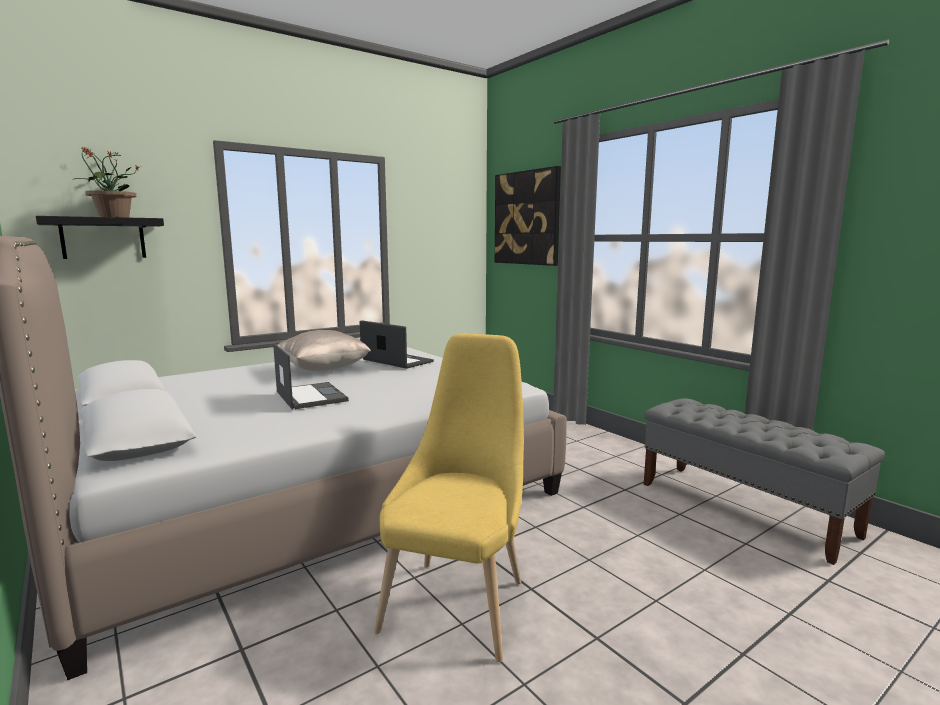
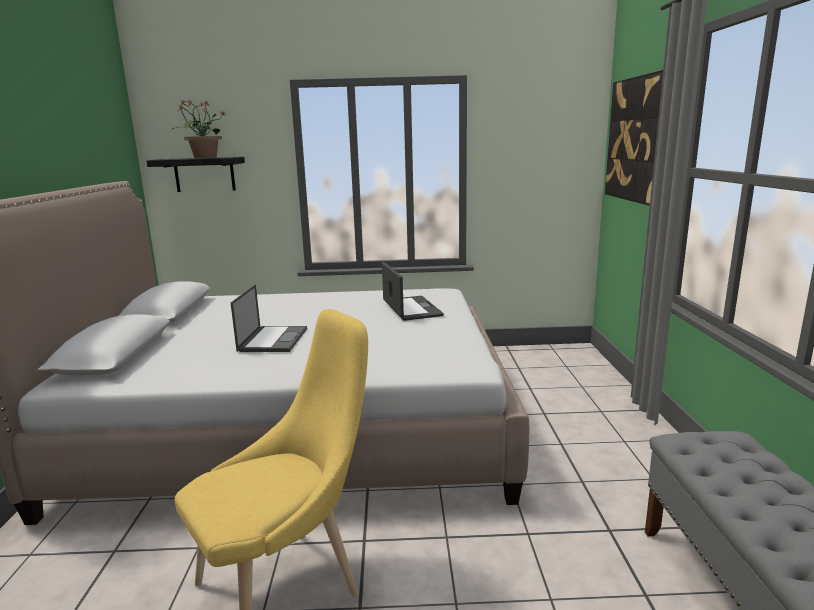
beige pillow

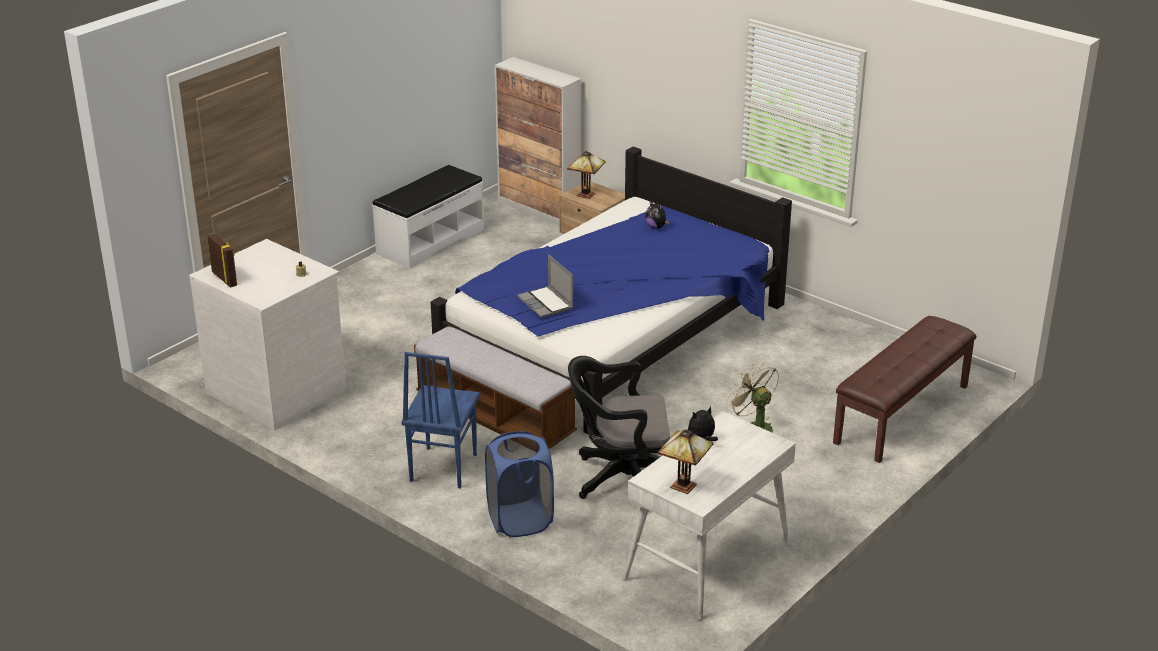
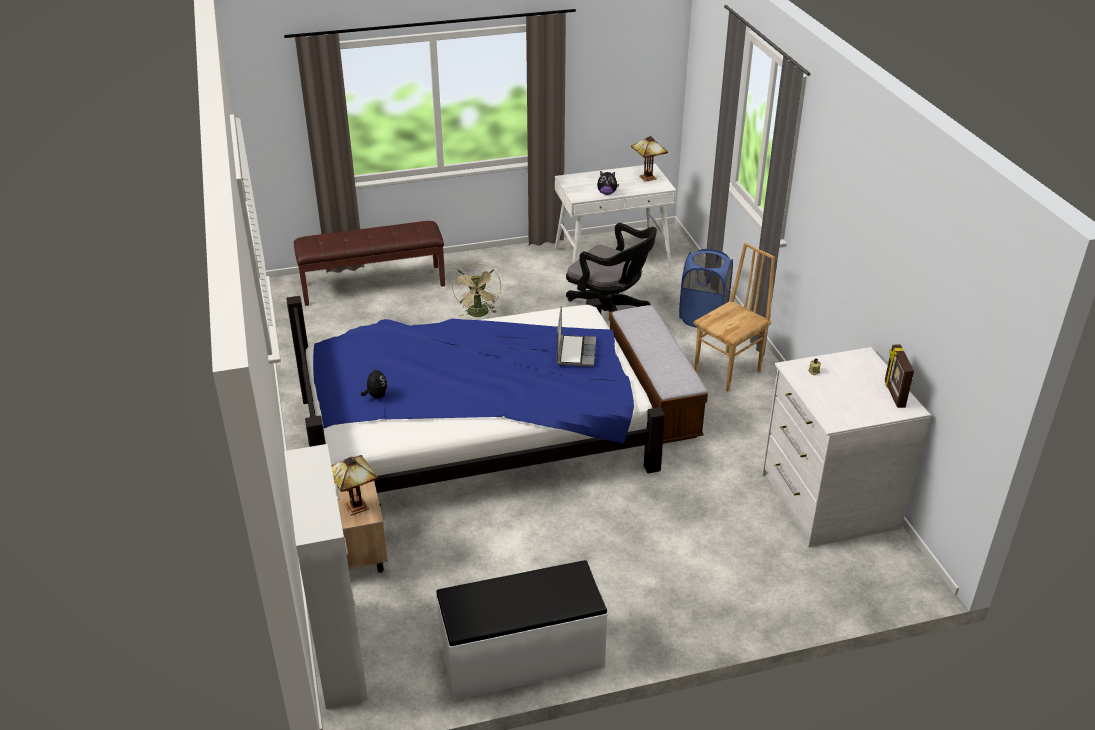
brown chair

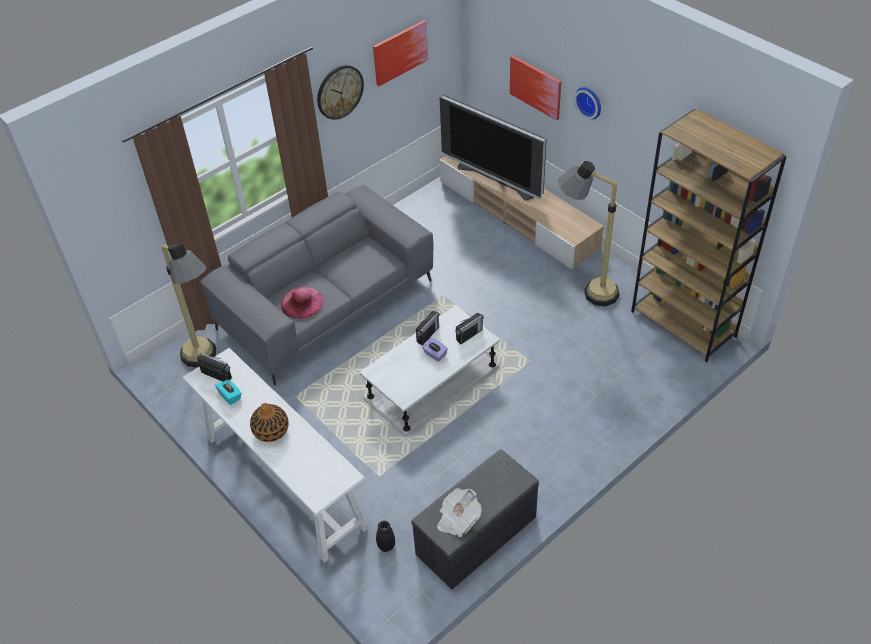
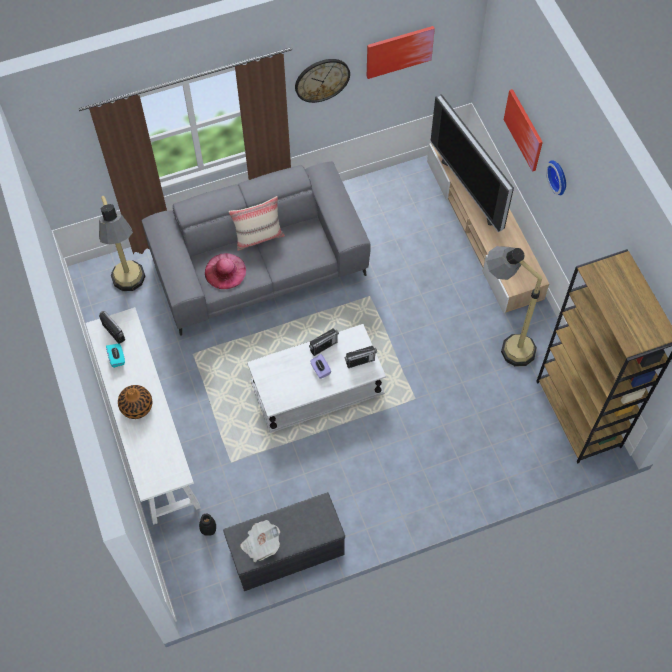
beige pillow

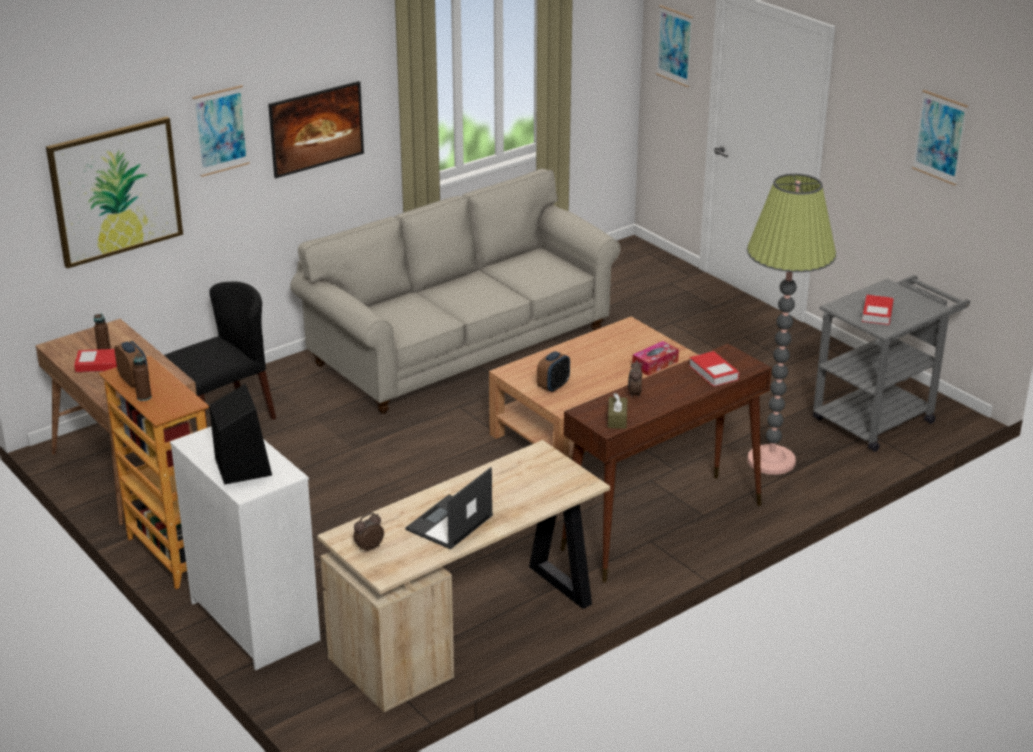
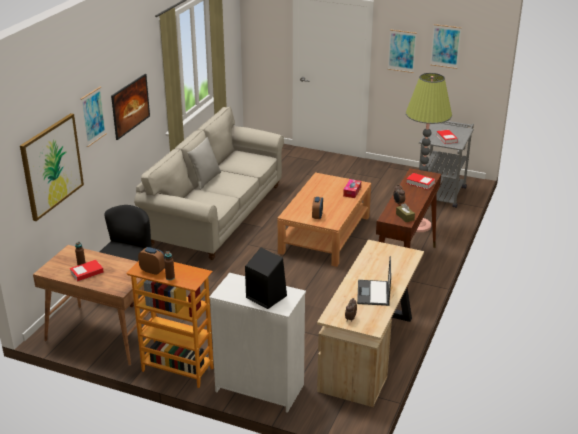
picture (4th from left); grey pillow

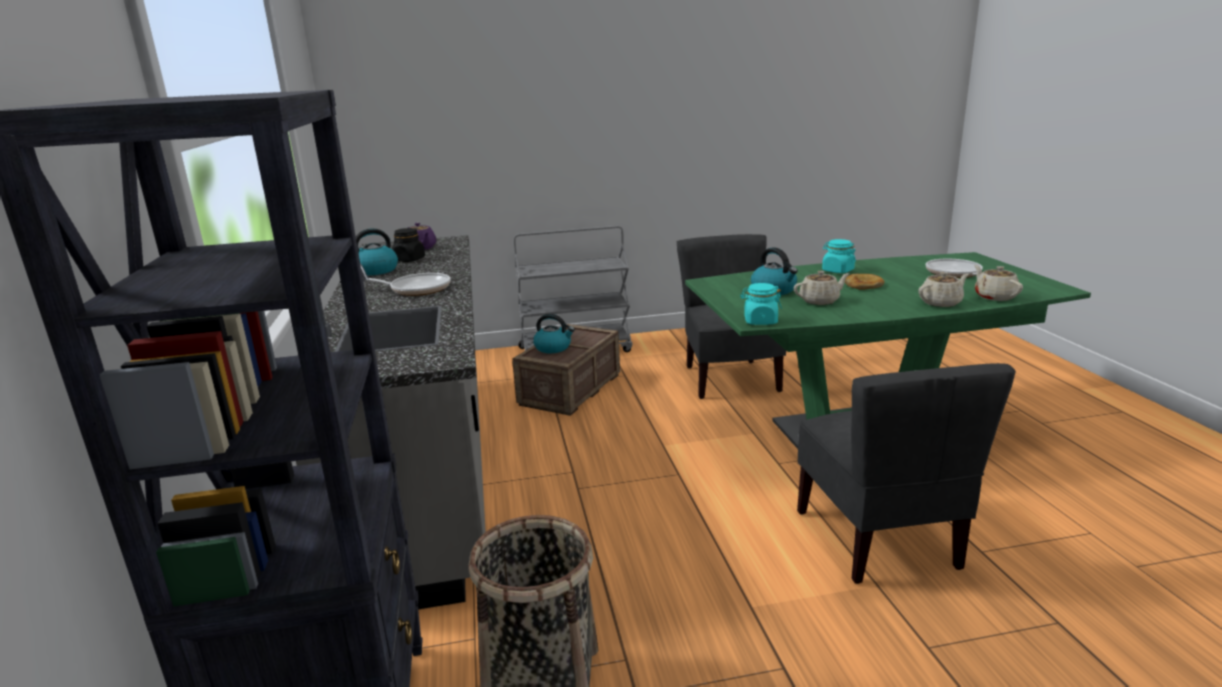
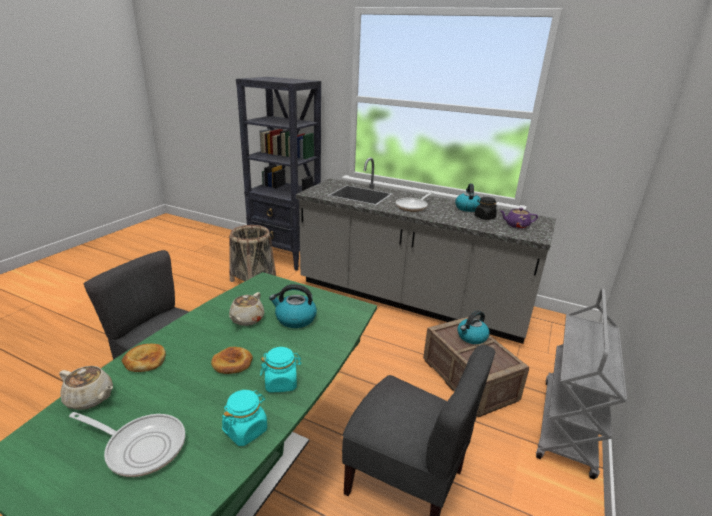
turquoise jar (1st from left); bread (1st from left)

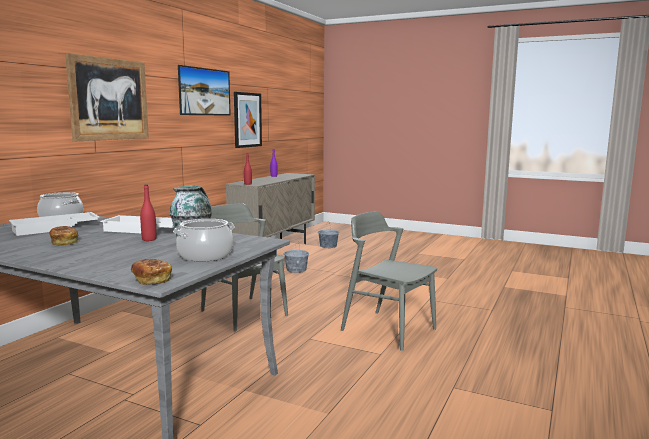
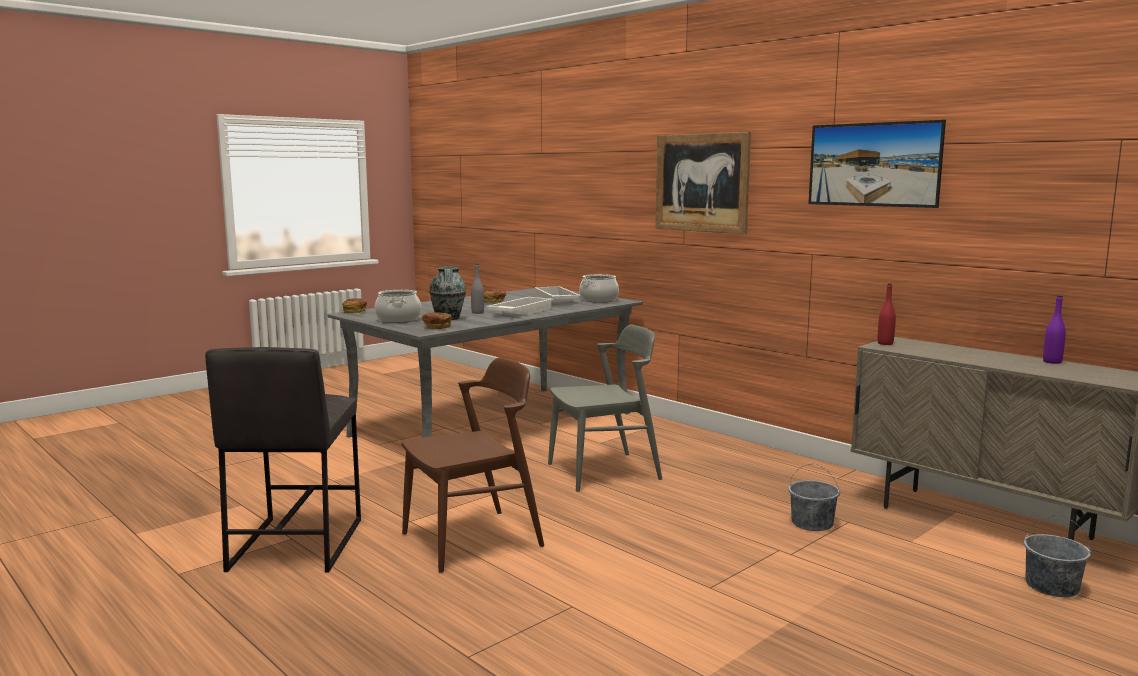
grey bottle; picture (3rd from left in the first image); brown chair; grey stool; bread (2nd from left)

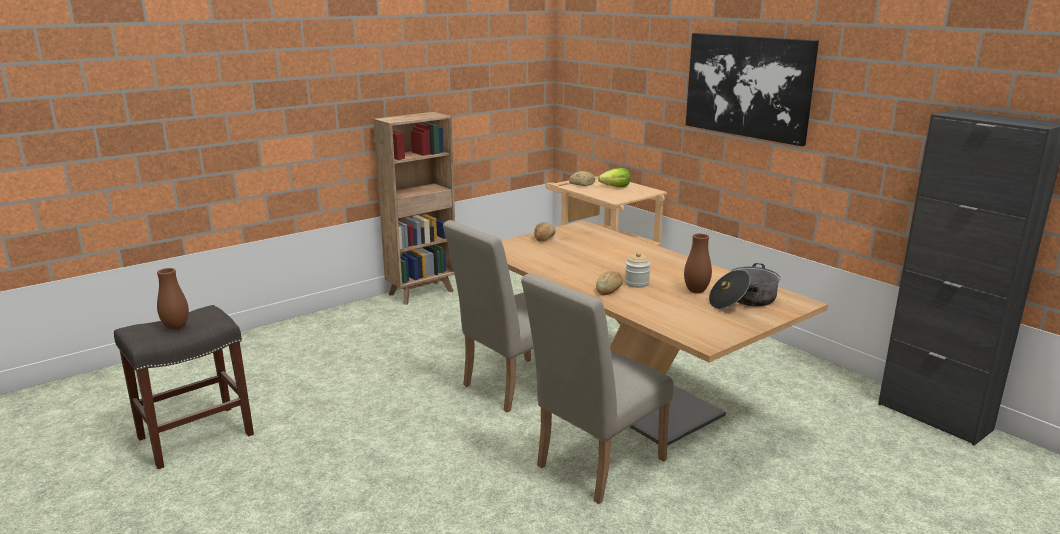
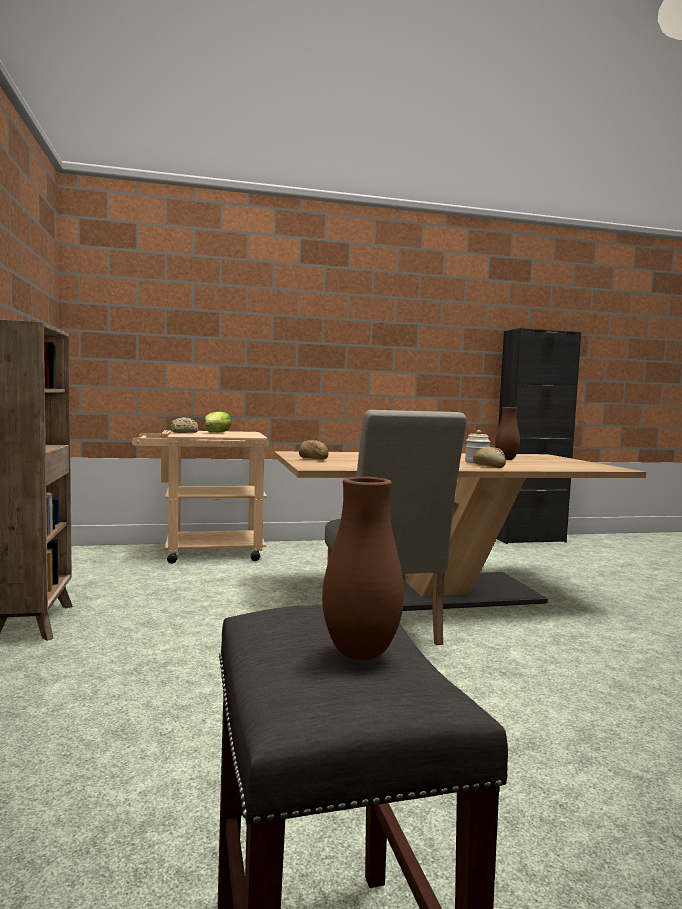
beige chair (2nd from left in the first image); picture; cooking pot

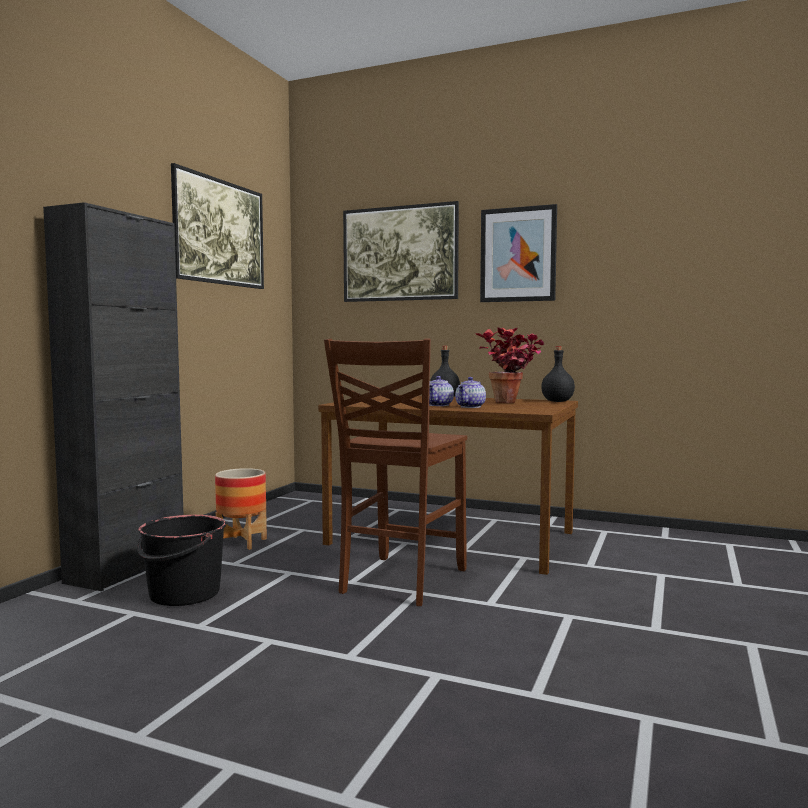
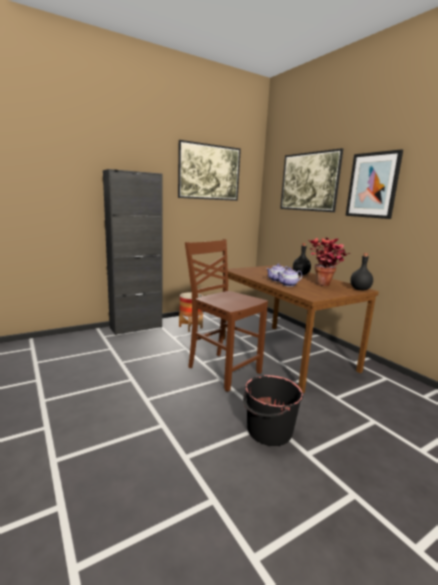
black bucket; brown chair

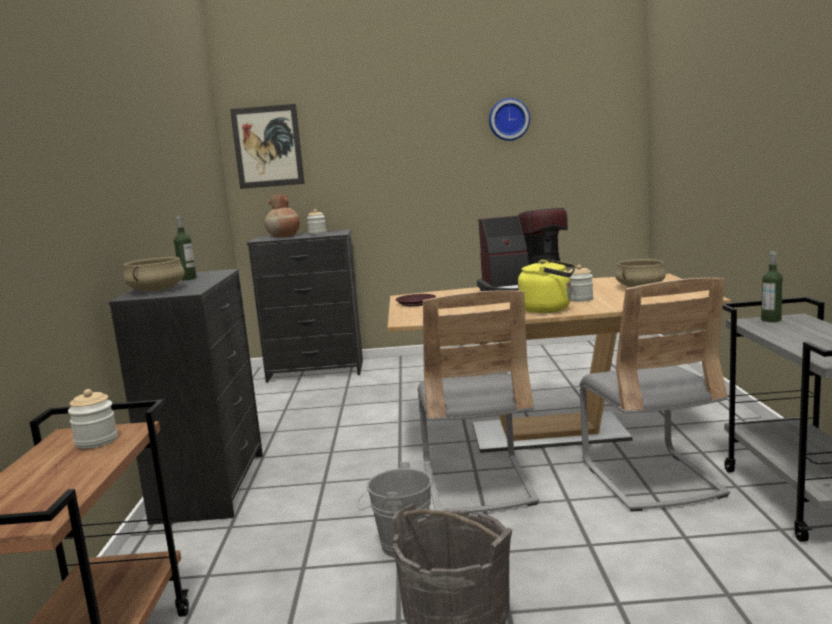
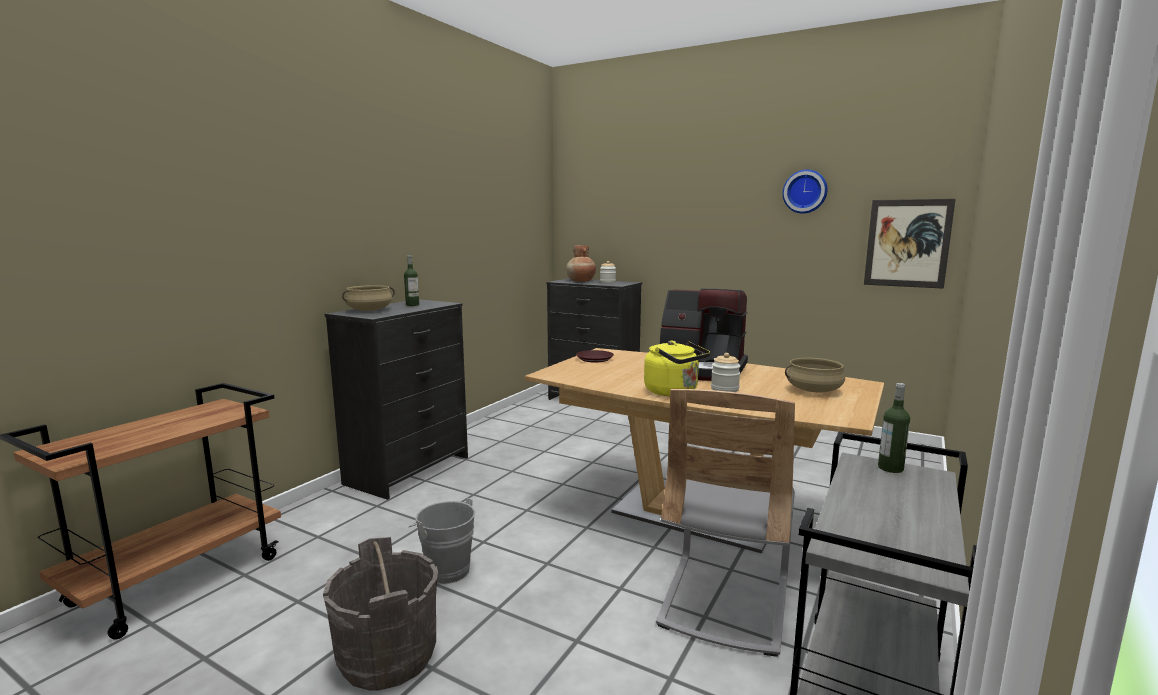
jar (1st from left in the first image); picture; grey chair (1st from left in the first image)

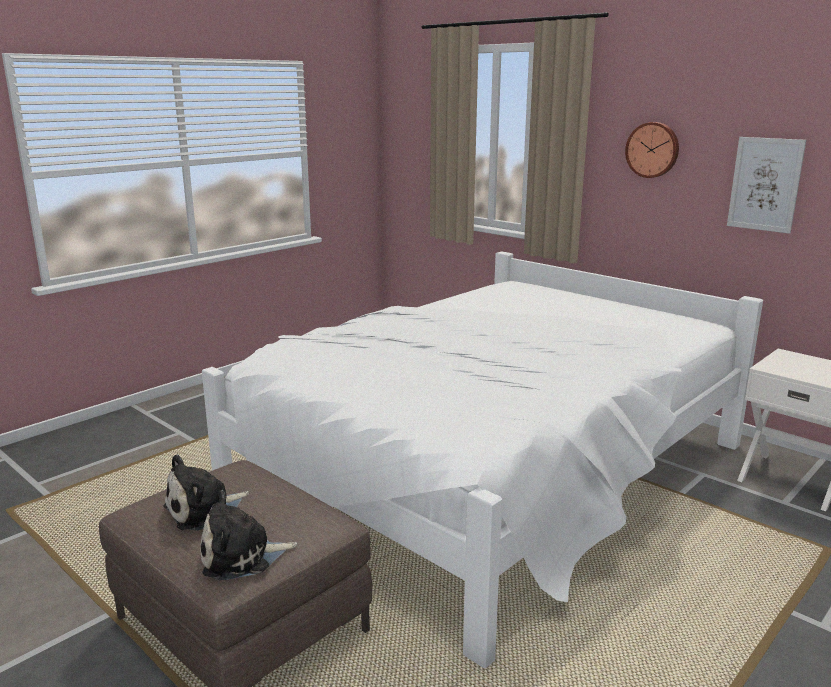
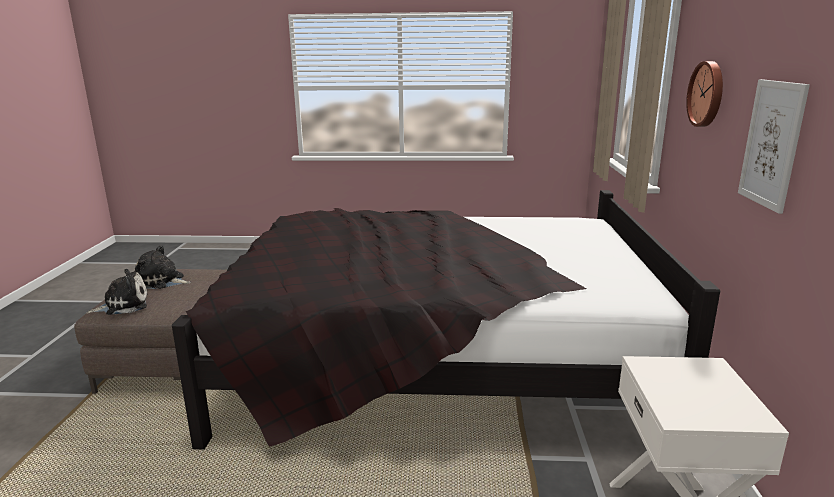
plush toy (1st from left); black bed

